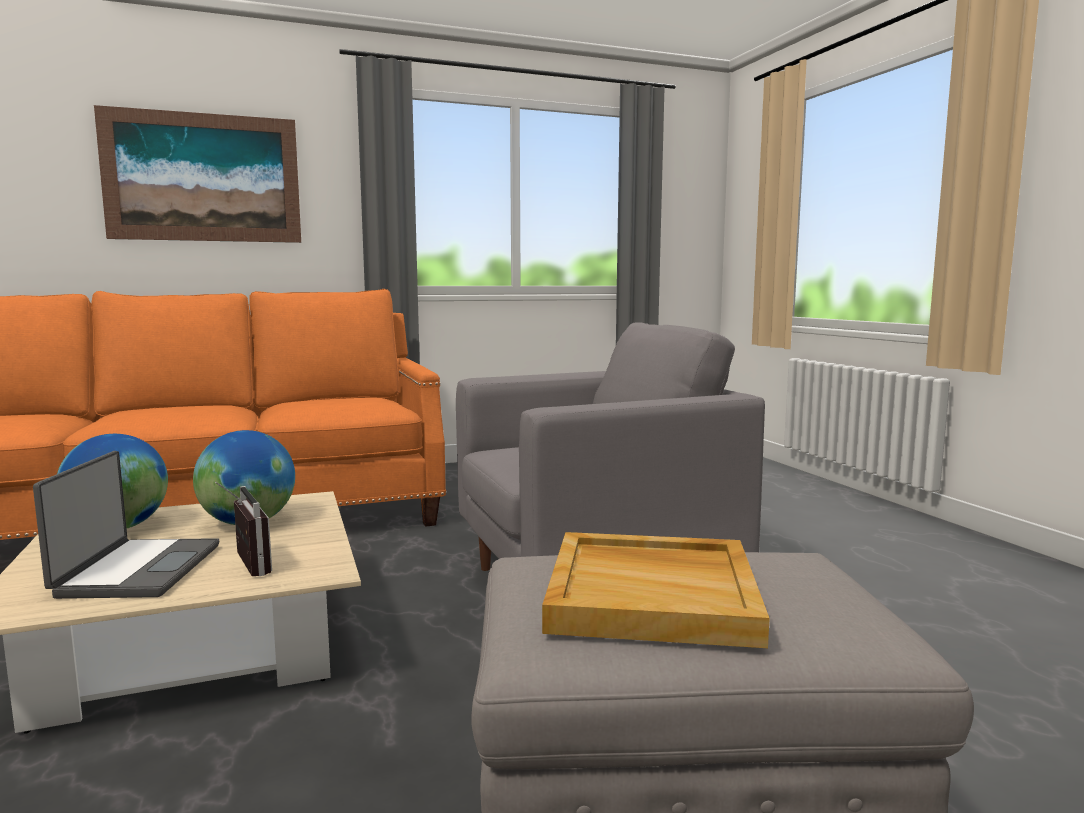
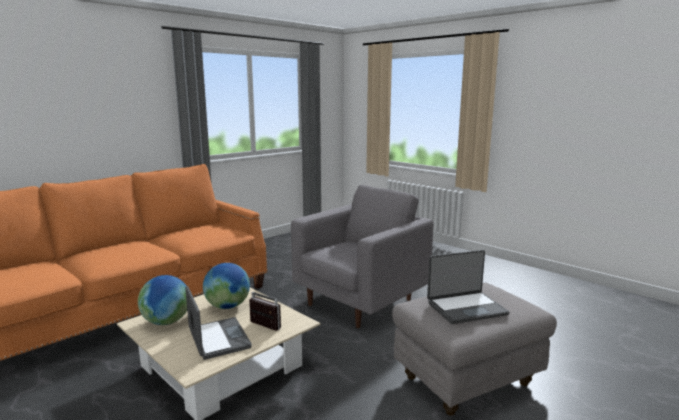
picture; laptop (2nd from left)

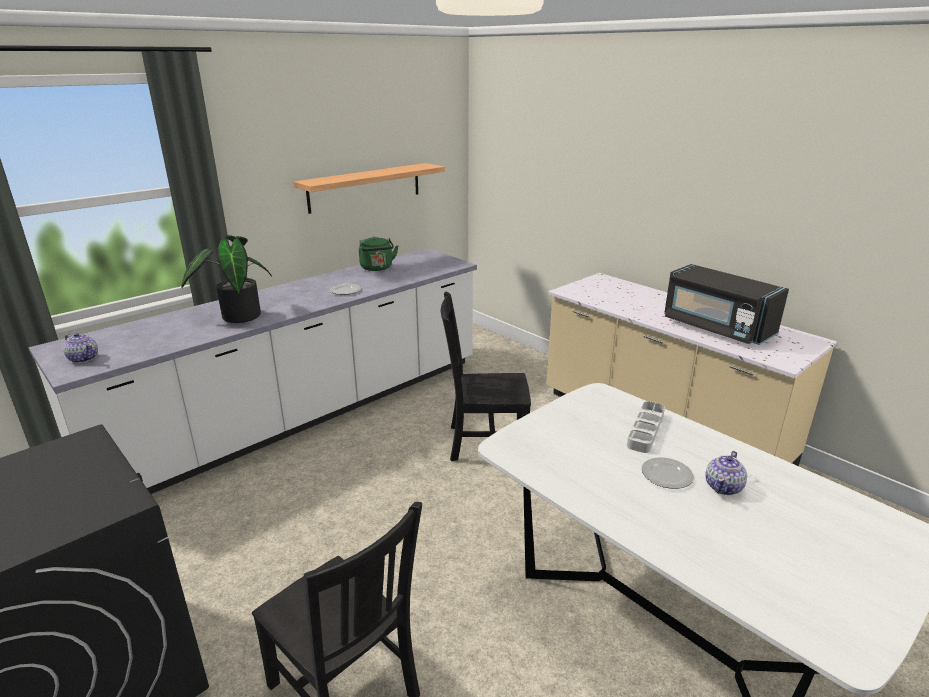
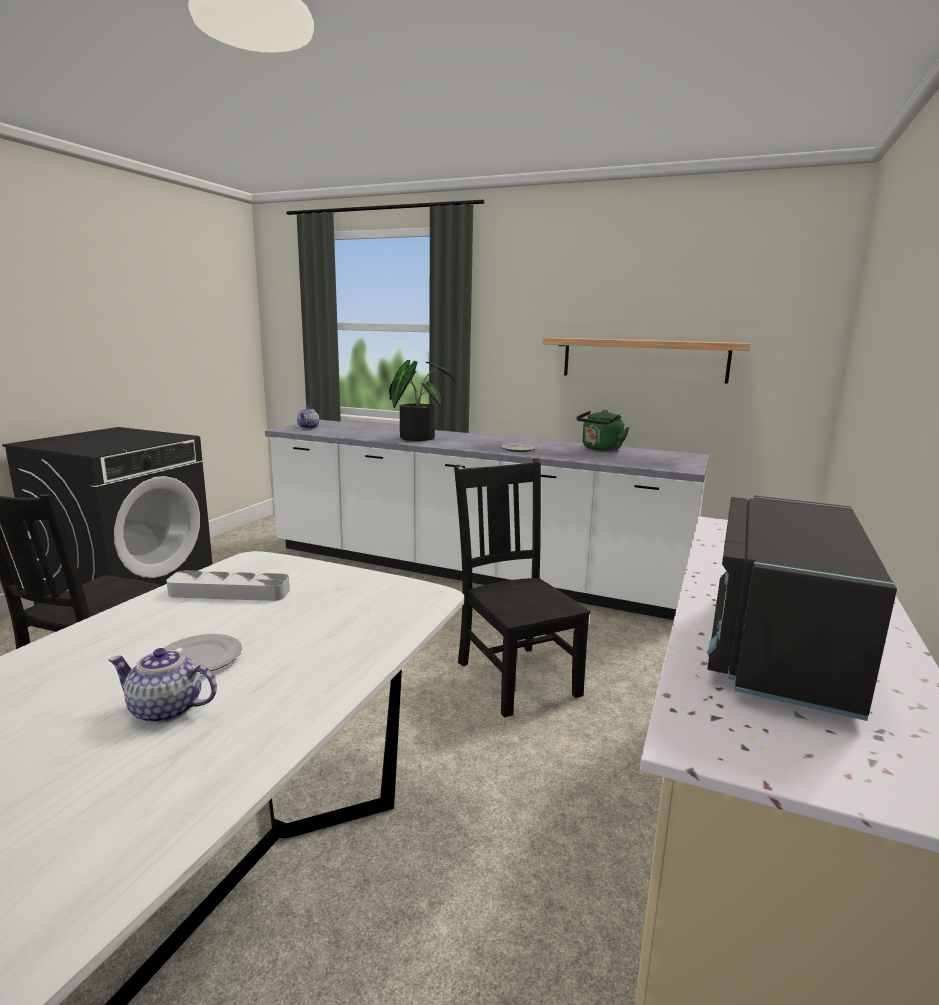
grey tray

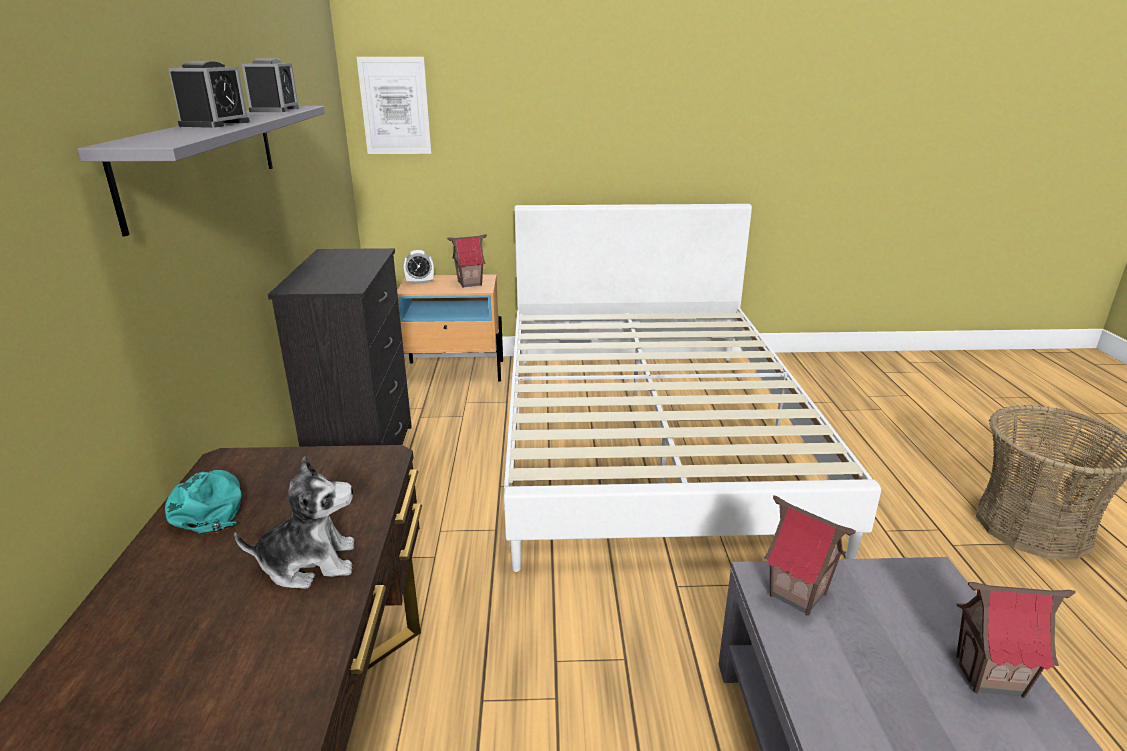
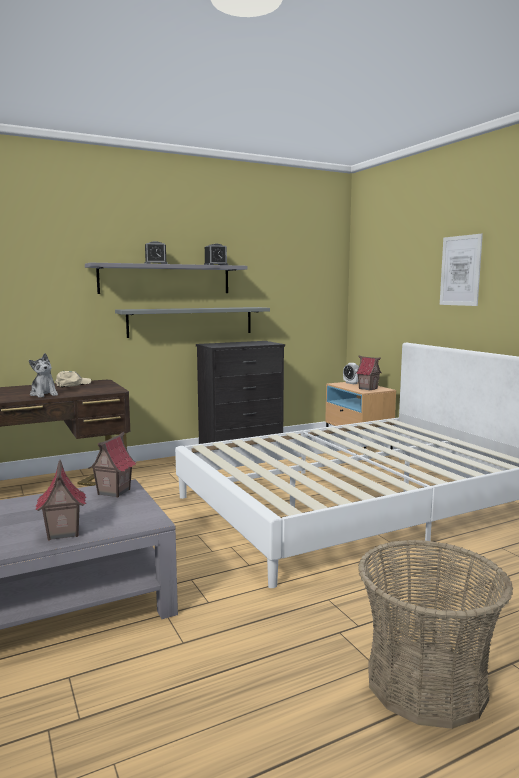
beige cap; picture; grey shelf (2nd from left)

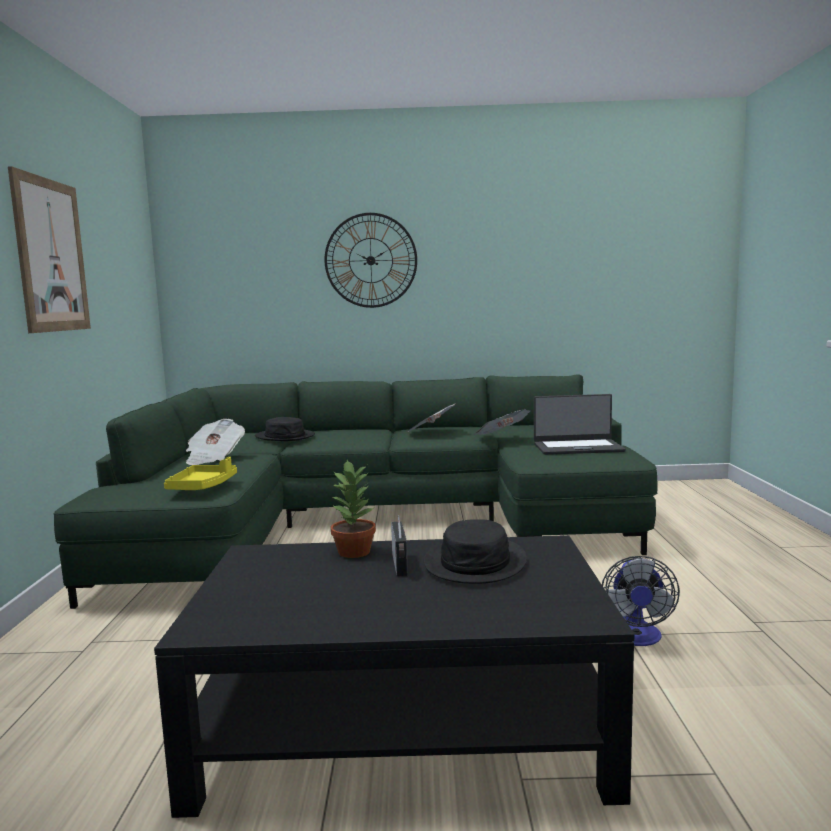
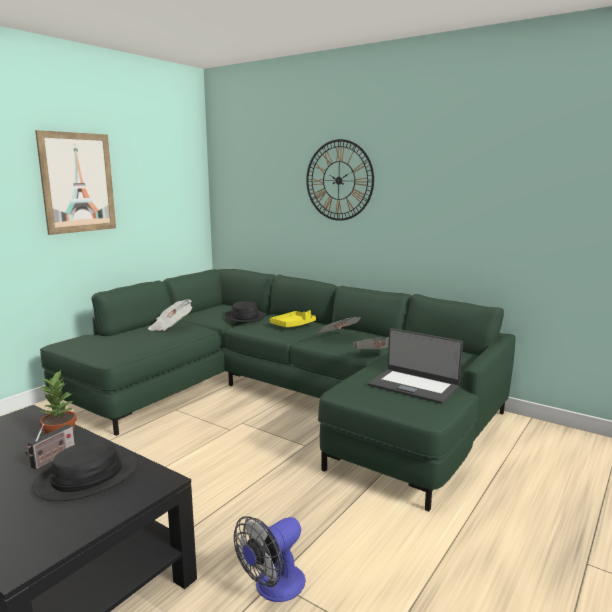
yellow tray

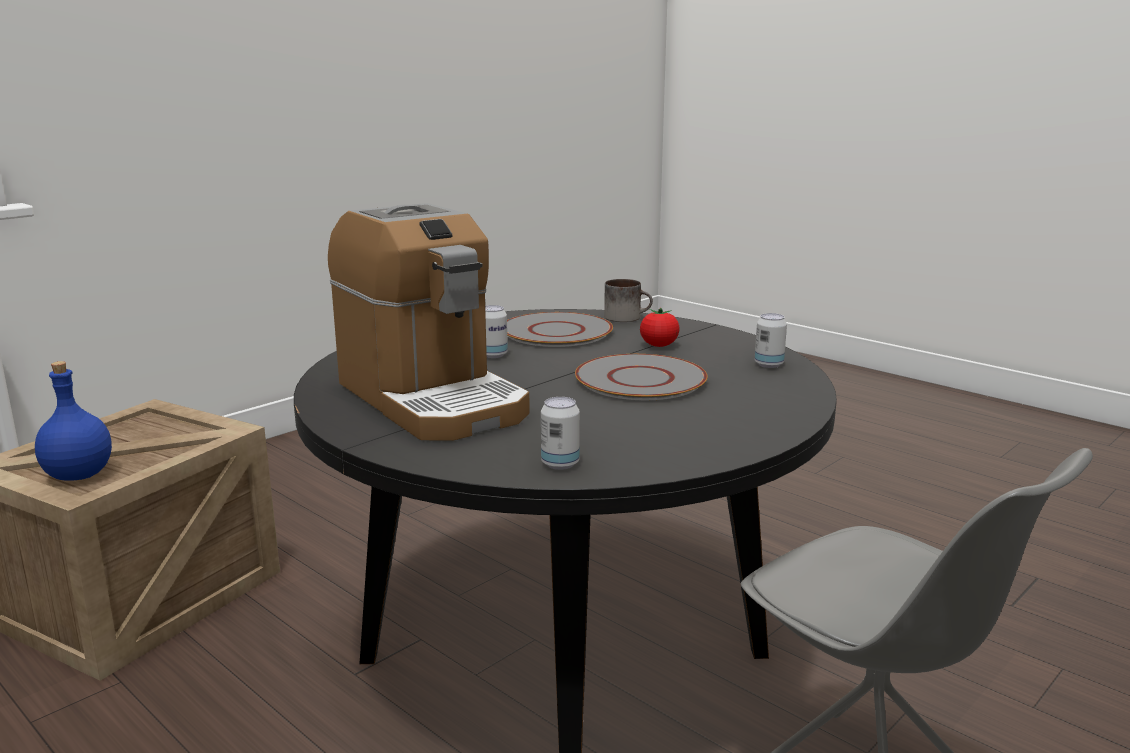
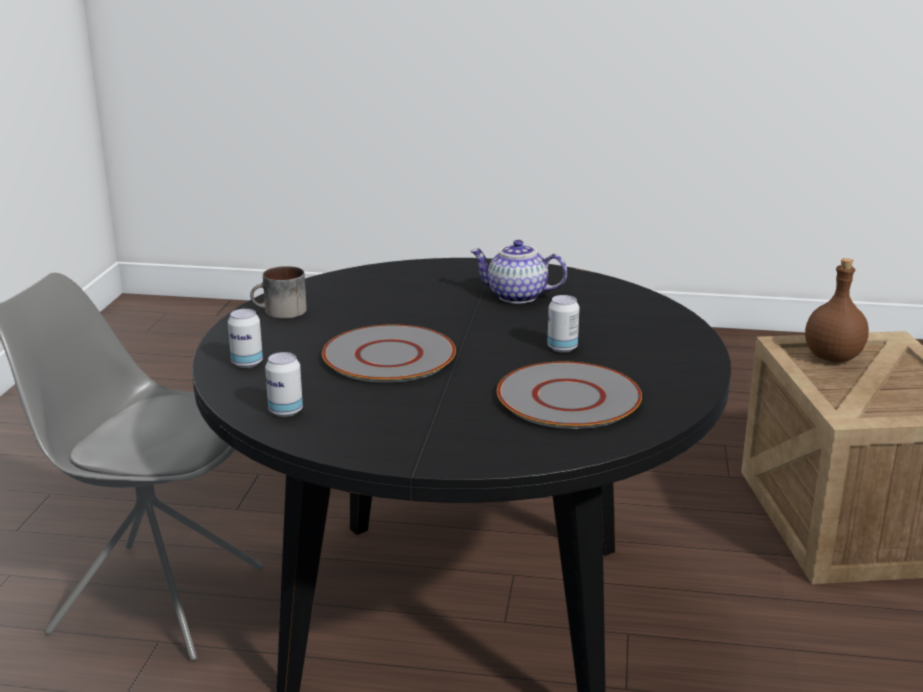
brown bottle; teapot; can (1st from left); mug; tomato

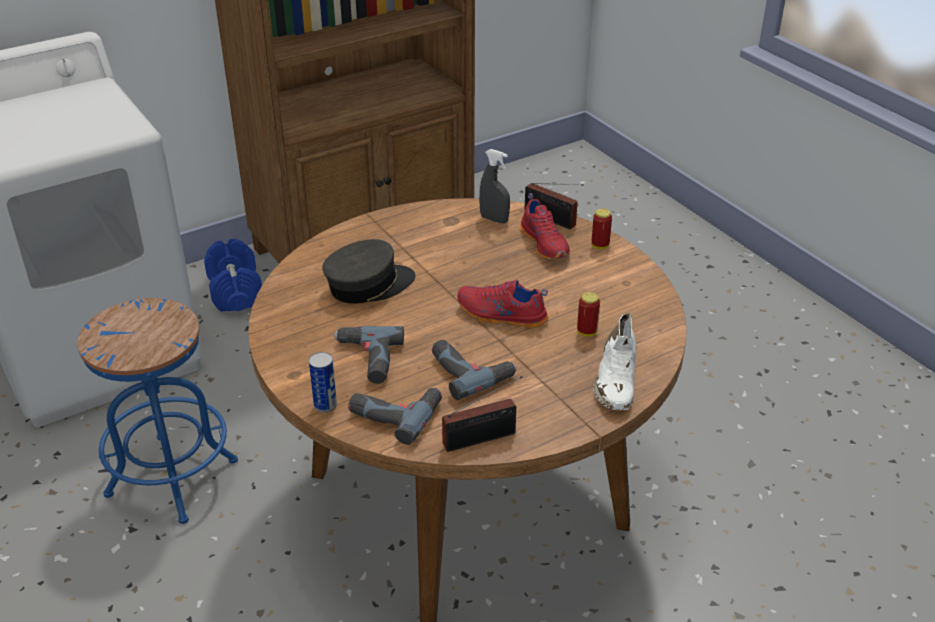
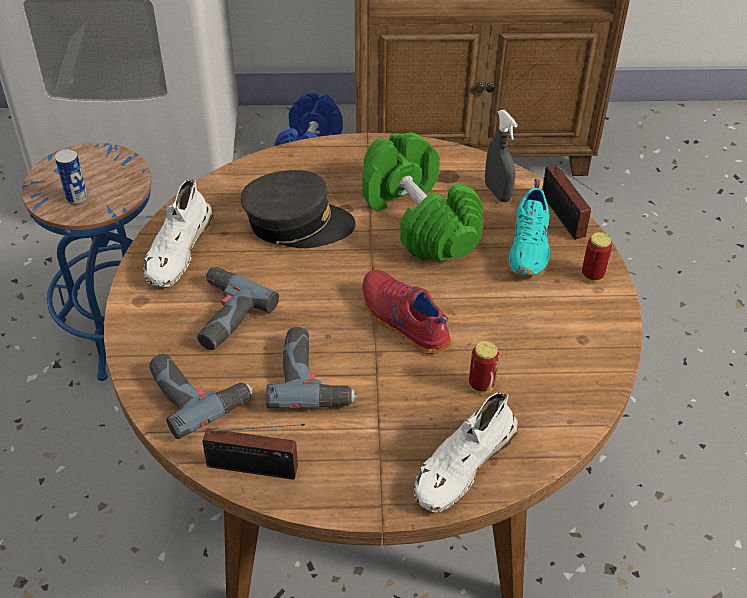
can (1st from left); turquoise shoe; white shoe (1st from left); green dumbbell

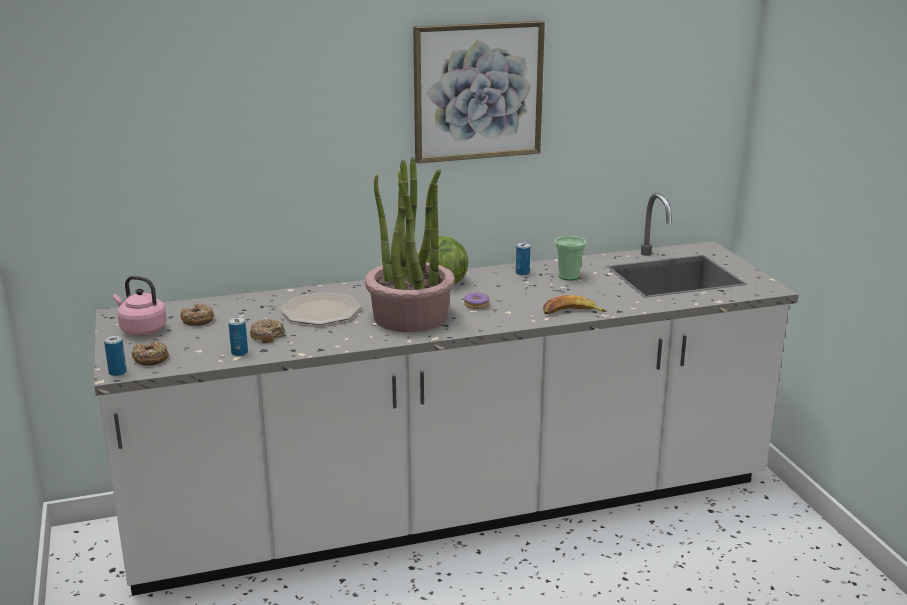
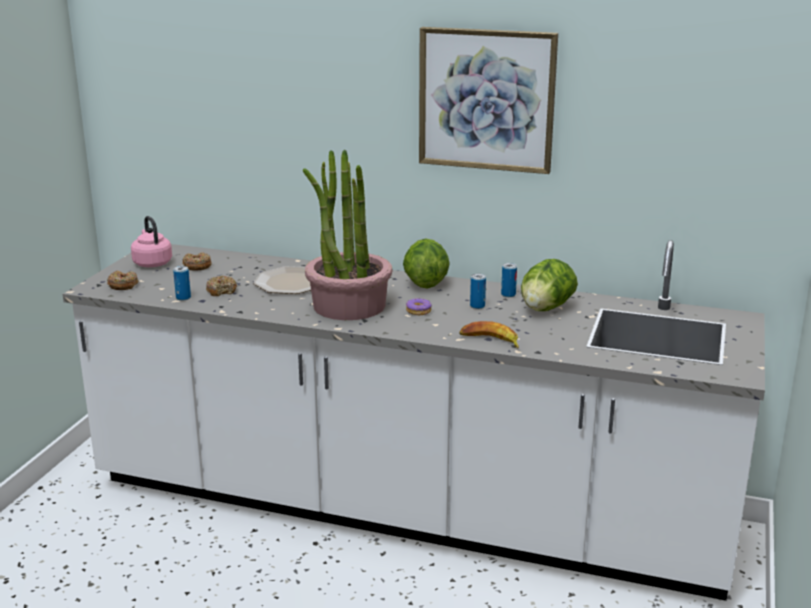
can (2nd from left); lettuce (2nd from left)

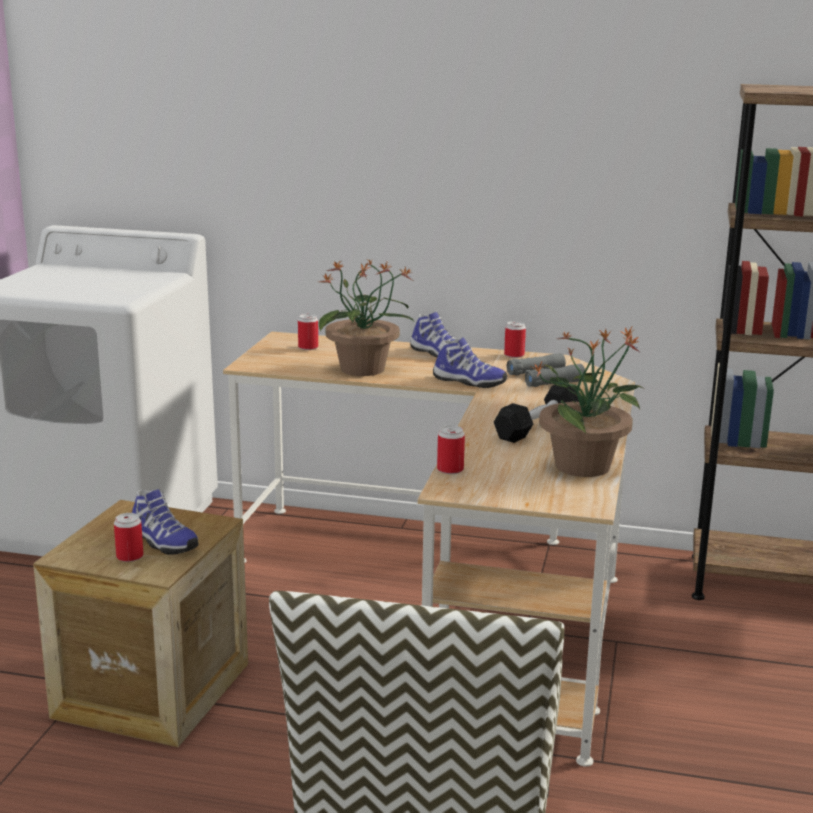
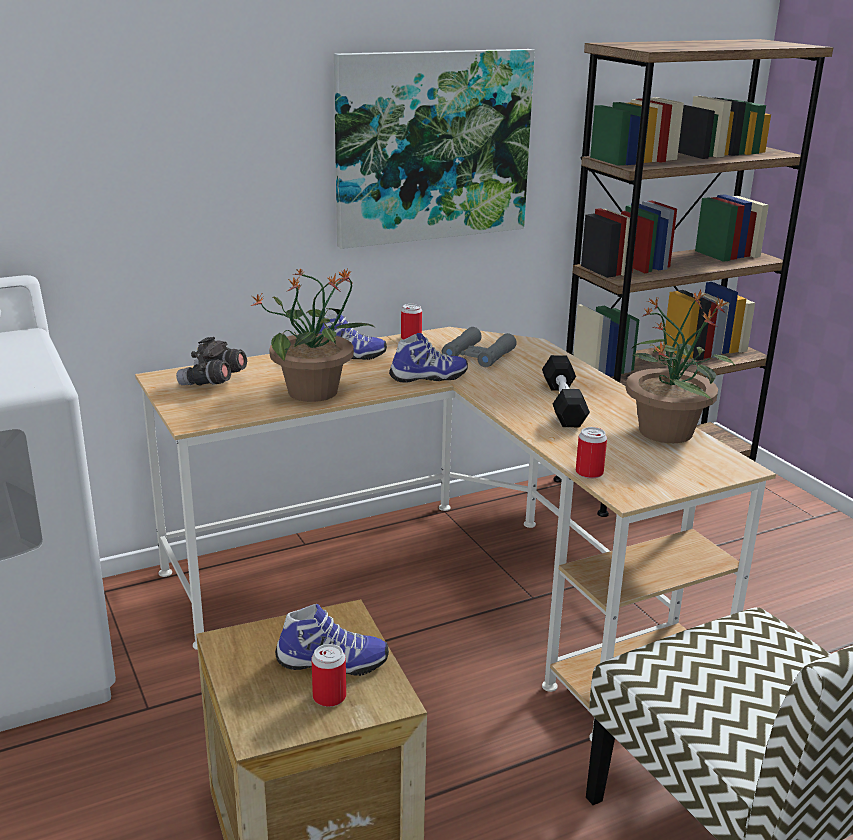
grey binoculars (1st from left); picture

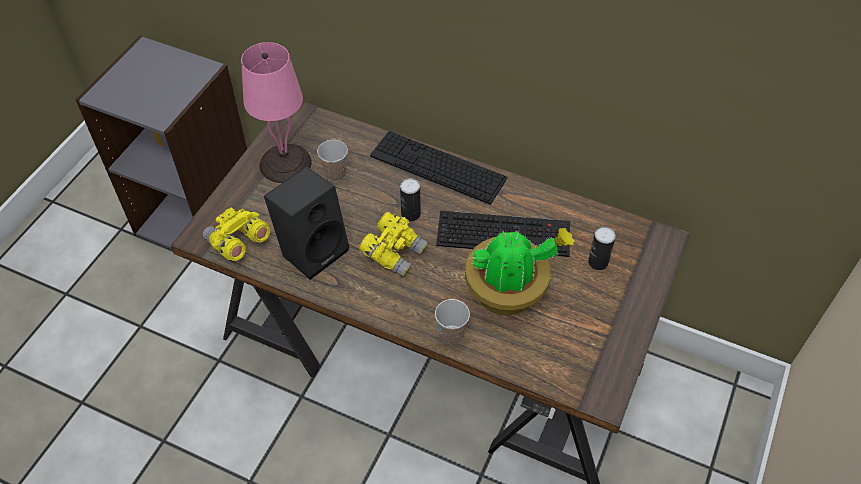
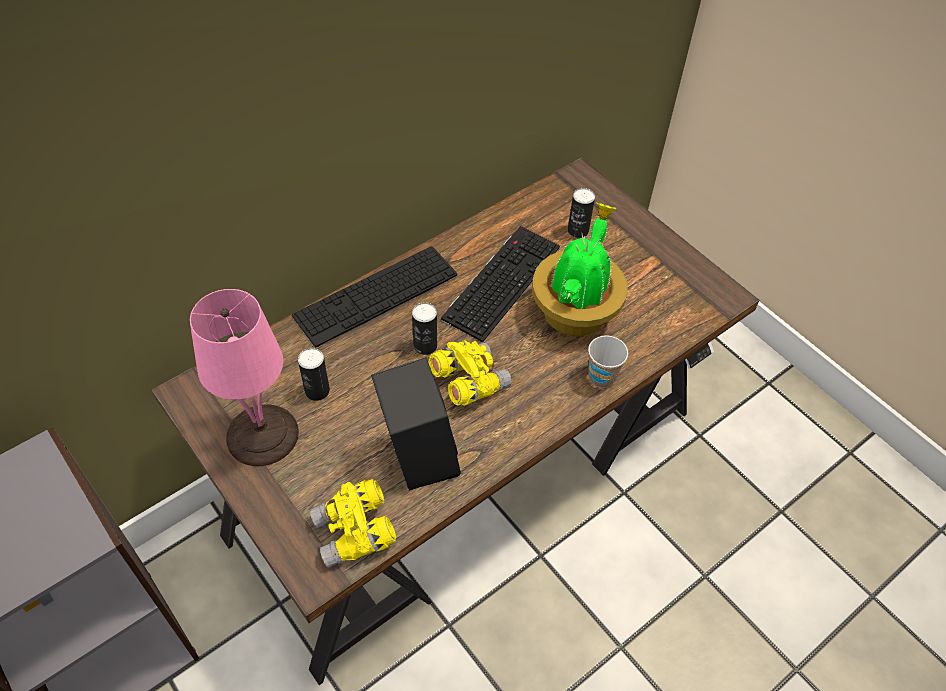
can (1st from left)

